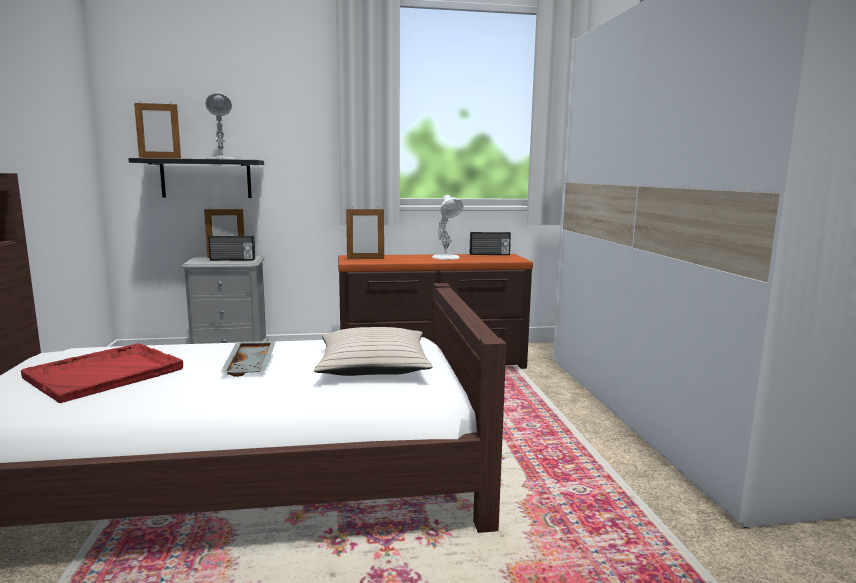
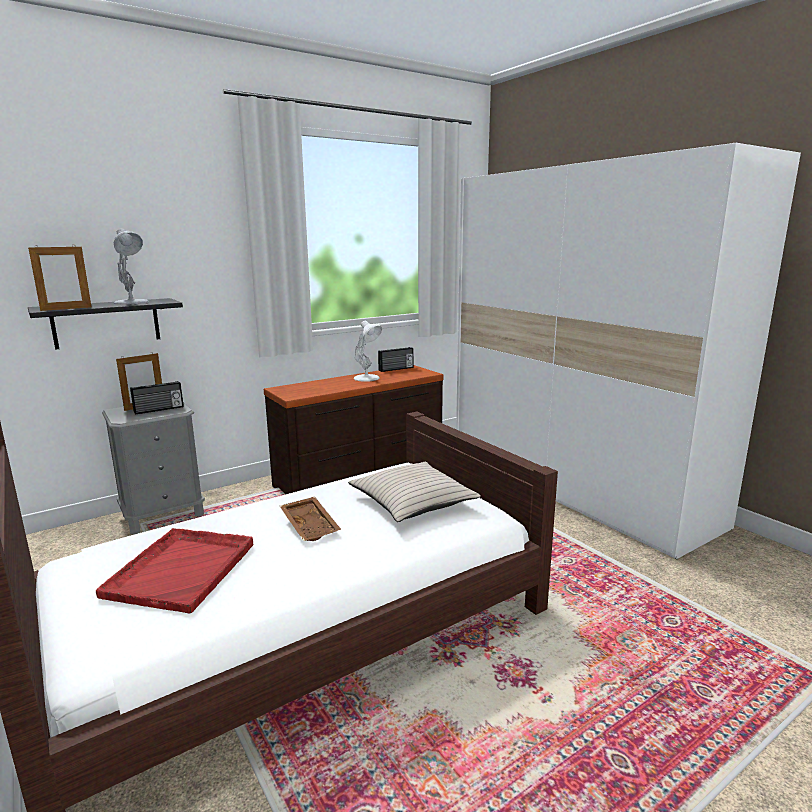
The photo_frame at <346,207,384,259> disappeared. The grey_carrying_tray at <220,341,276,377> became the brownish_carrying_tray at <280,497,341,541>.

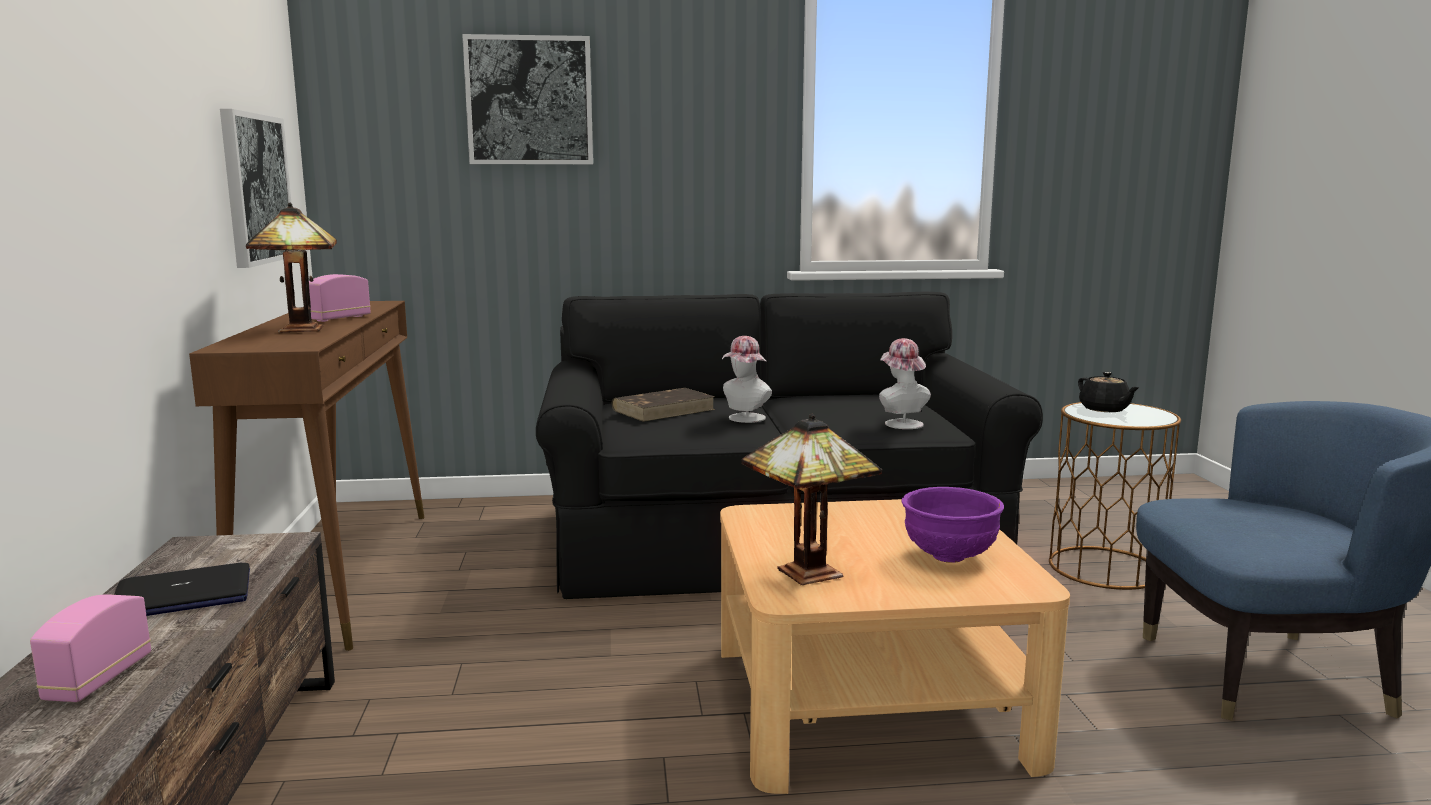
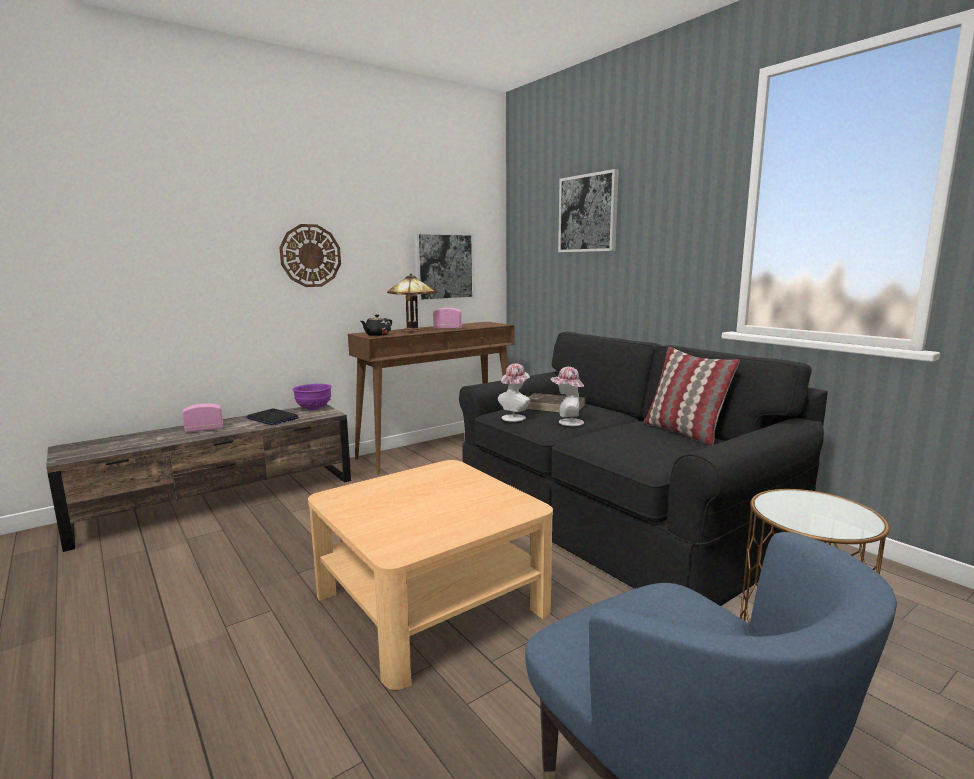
The hat moved from <879,338,931,429> to <498,363,530,422>. The black_pot_for_tea moved from <1078,372,1139,412> to <361,315,392,336>. The lamp_for_a_table at <741,414,882,585> disappeared. The purple_deep_dish moved from <901,487,1004,563> to <292,384,332,410>. The hanging_clock at <279,224,341,287> appeared. The pillow at <644,347,740,446> appeared.

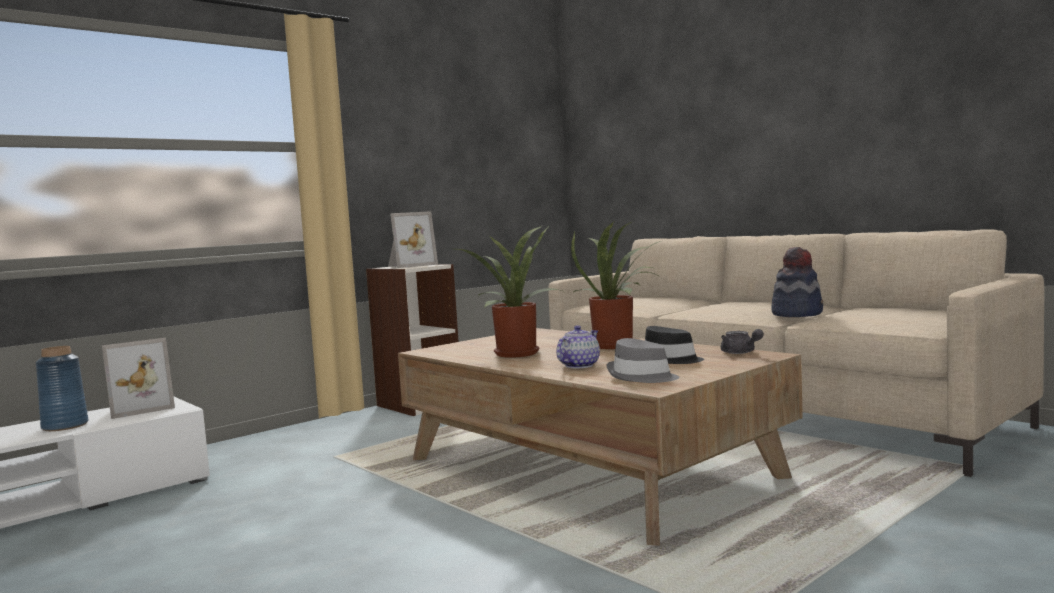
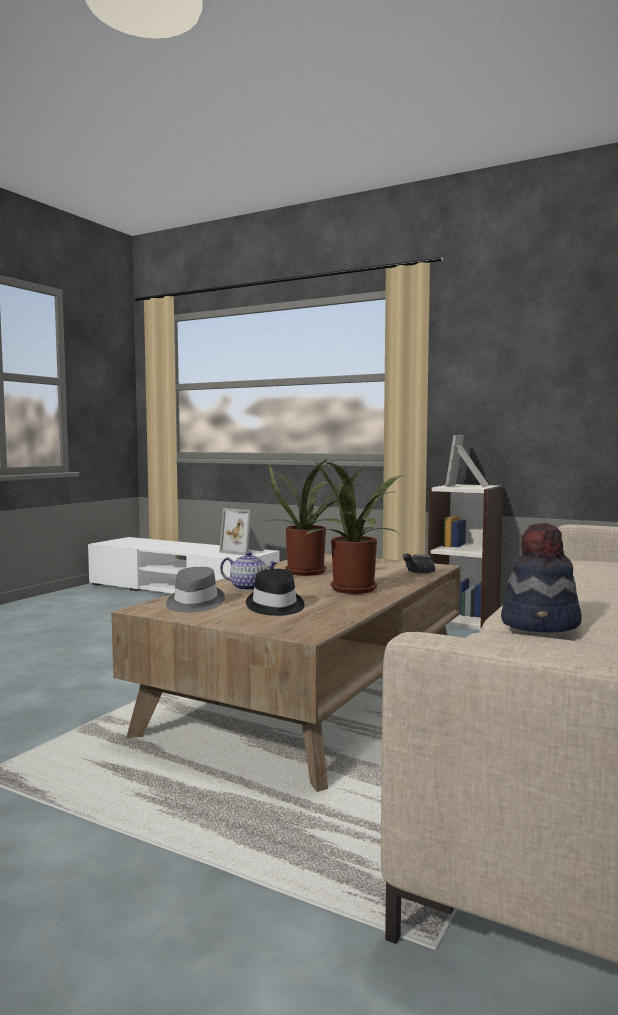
The photo_frame at <388,211,438,268> turned 75 degrees clockwise. The grey_pot_for_tea moved from <721,329,764,354> to <402,553,435,574>. The blue_vase at <35,346,88,431> disappeared.

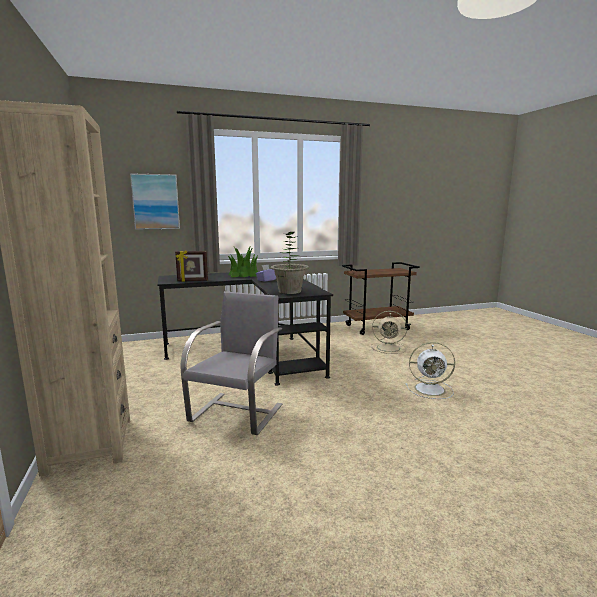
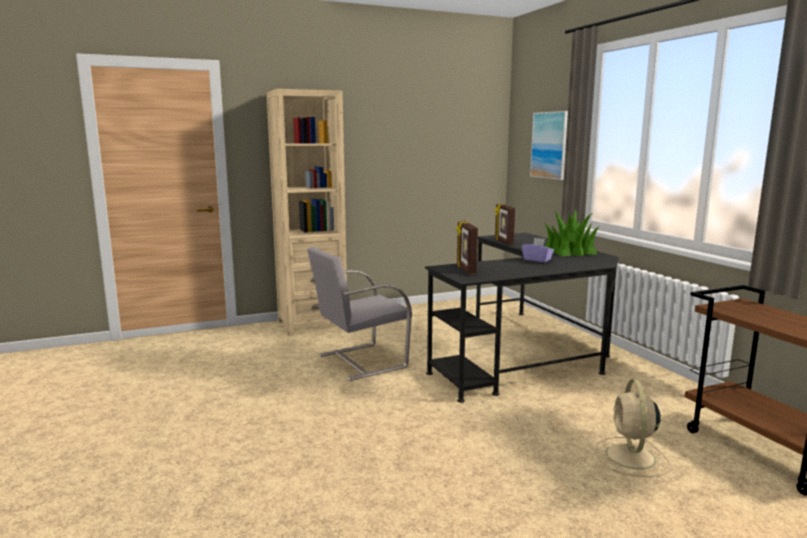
The potted_plant at <271,232,309,294> was replaced by the photo_frame at <456,221,478,274>. The grey_chair at <180,291,282,435> turned 135 degrees clockwise. The whitish_electric_fan at <406,342,455,399> disappeared.

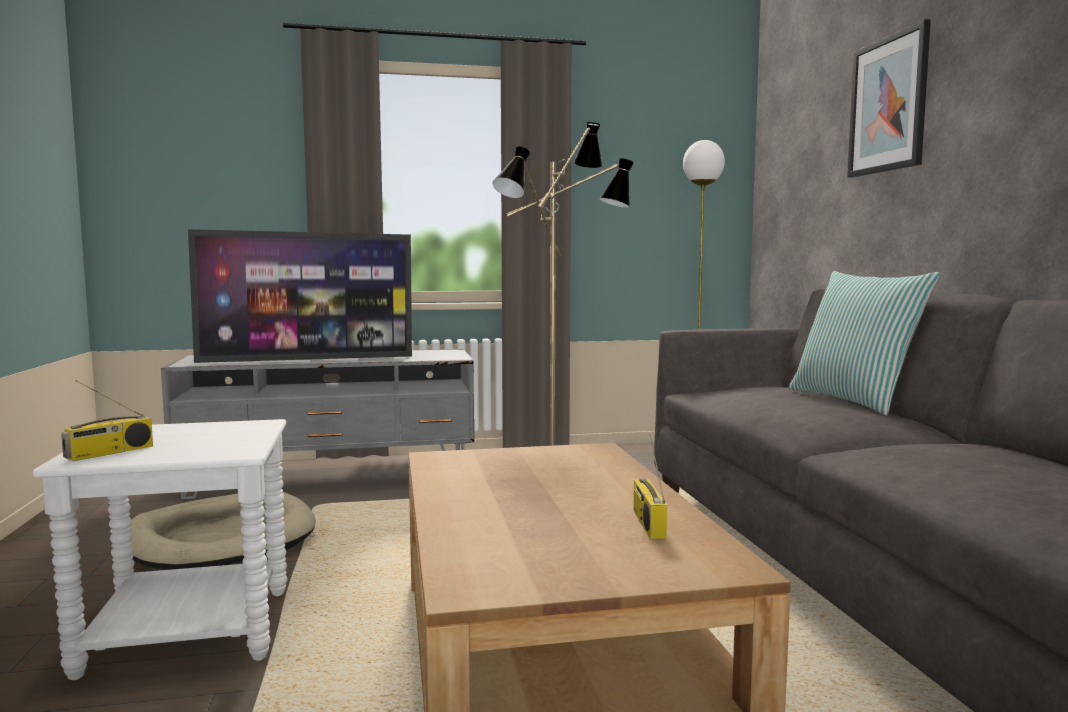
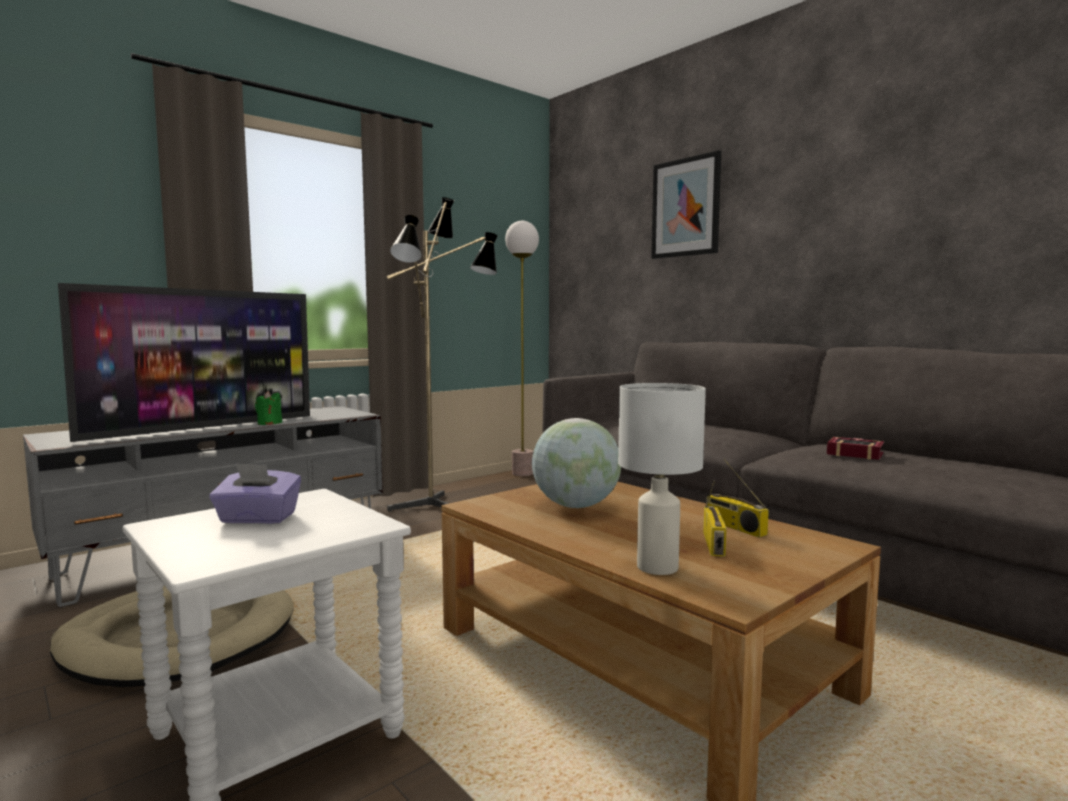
The pillow at <789,271,940,415> disappeared. The radio_receiver moved from <61,380,153,461> to <703,480,727,557>. The whitish_lamp_for_a_table at <618,383,706,575> appeared. The green-coloured_candle at <255,391,282,425> appeared. The desk_globe at <532,418,621,508> appeared. The bound_book at <827,437,884,460> appeared. The purple_box_of_tissues at <209,463,301,524> appeared.

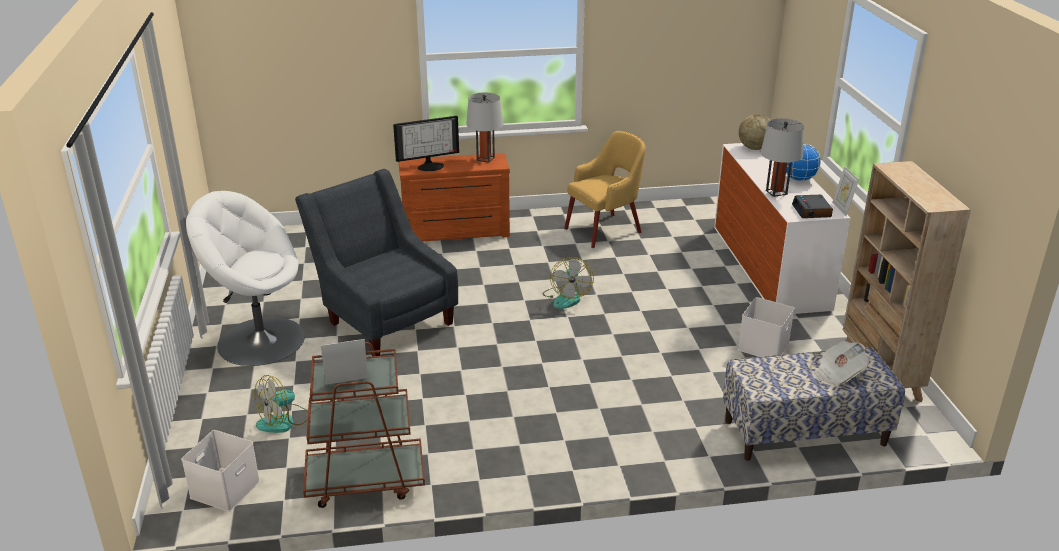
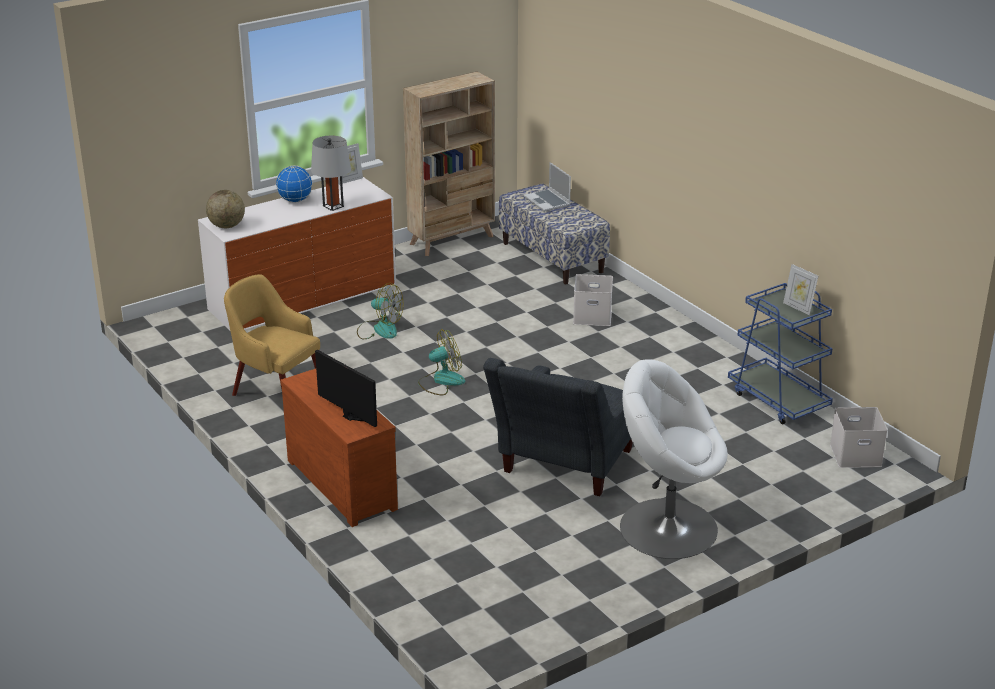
The grey_lamp_for_a_table at <466,92,503,163> disappeared. The whitish_armchair at <186,191,305,366> turned 120 degrees clockwise. The table_clock at <792,195,833,218> disappeared. The whitish_storage_bin moved from <738,297,795,357> to <573,274,613,326>. The printed_paper at <812,341,869,387> was replaced by the notebook_computer at <524,162,571,212>. The brownish_cart at <303,342,425,508> became the blue_cart at <728,283,833,424>. The electric_fan moved from <254,375,308,433> to <357,283,403,339>.

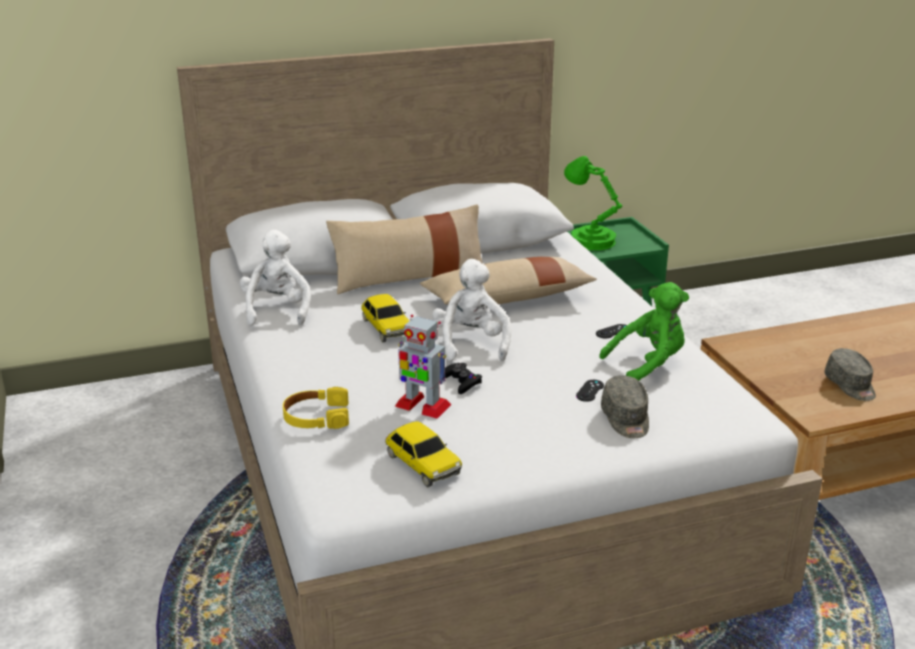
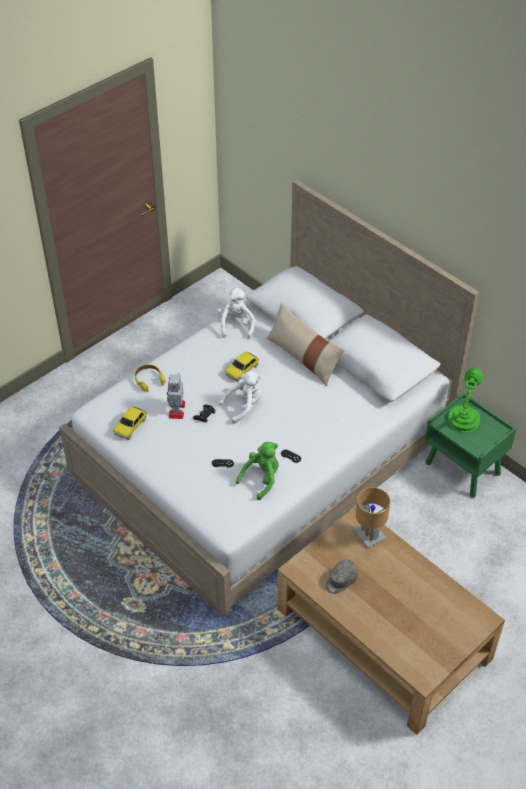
The whitish_soft_toy at <240,230,311,326> turned 60 degrees counterclockwise. The sand-coloured_pillow at <420,257,597,305> disappeared. The green-coloured_soft_toy at <599,282,689,380> turned 90 degrees counterclockwise. The grey_baseball_cap at <601,375,649,438> disappeared. The brownish_lamp_for_a_table at <353,487,390,548> appeared.

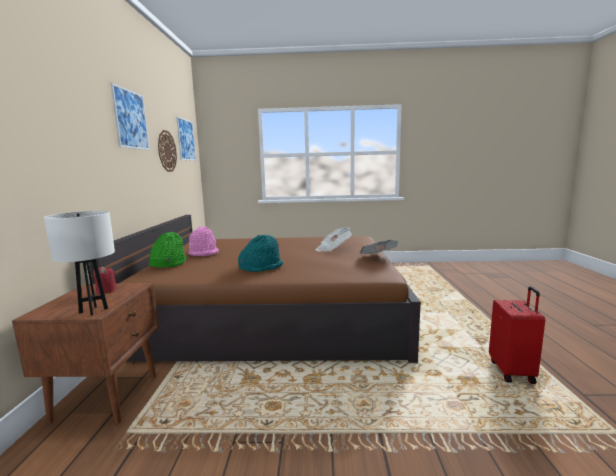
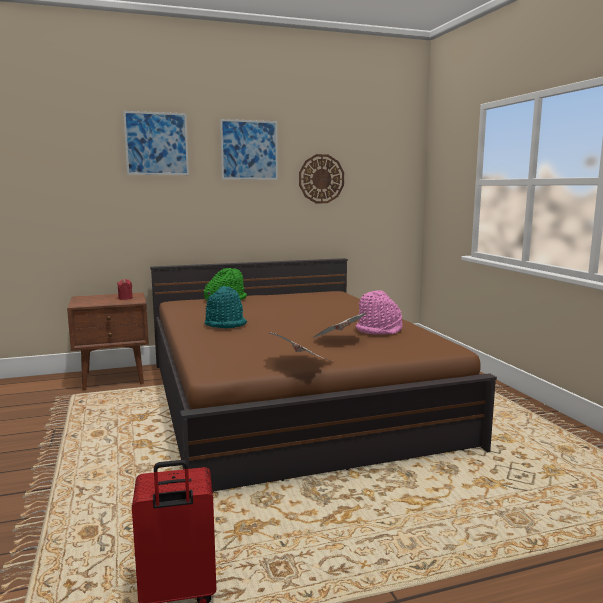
The picture moved from <176,116,196,161> to <123,111,189,175>. The whitish_lamp_for_a_table at <44,211,115,316> disappeared. The pinkish_hat moved from <188,226,219,256> to <356,290,403,335>.

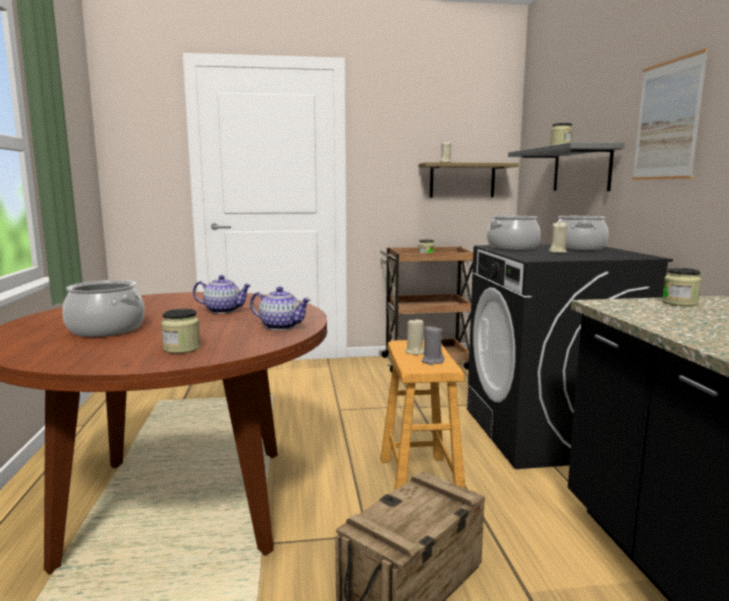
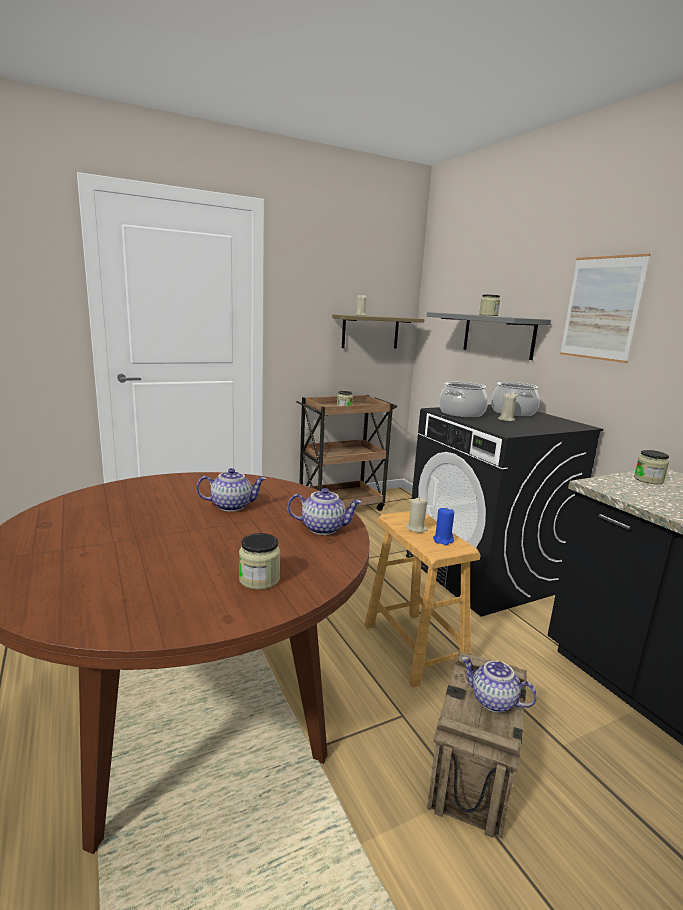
The saucepot at <62,280,145,337> disappeared. The grey_candle at <422,325,444,365> became the blue_candle at <433,507,454,546>. The pot_for_tea at <461,657,537,713> appeared.

